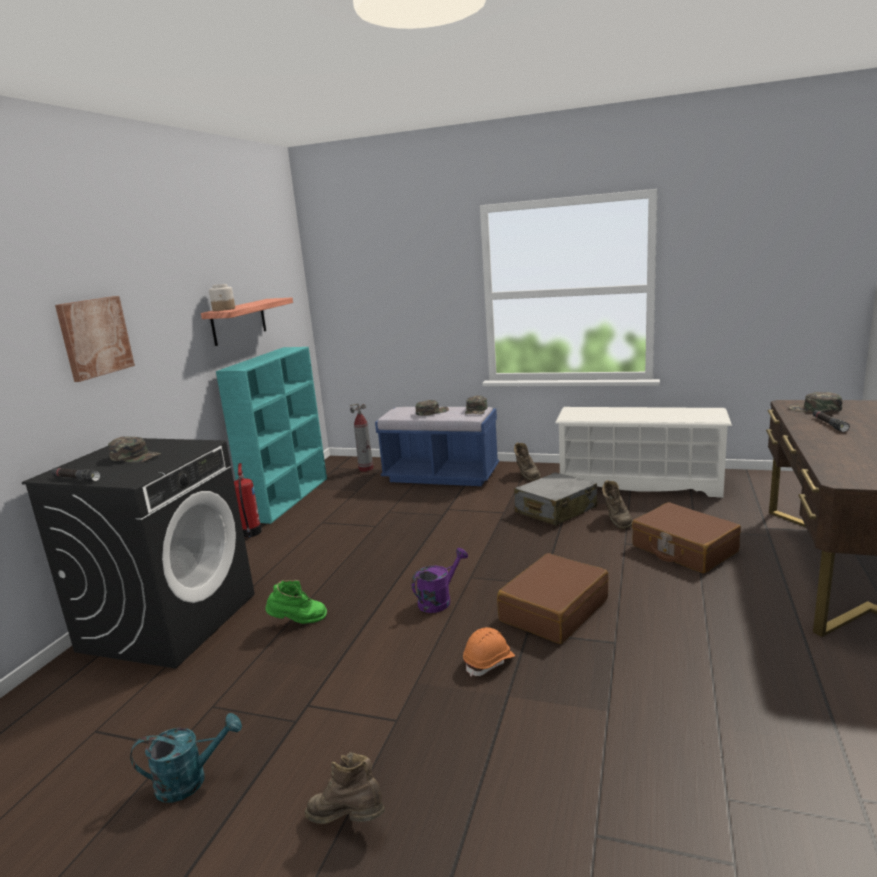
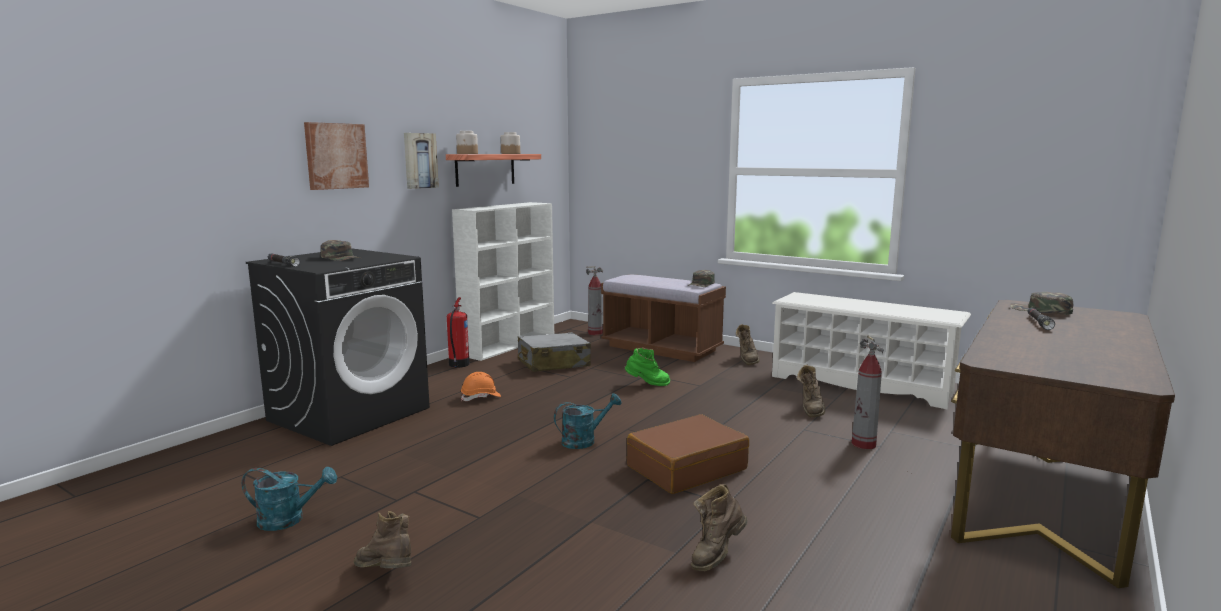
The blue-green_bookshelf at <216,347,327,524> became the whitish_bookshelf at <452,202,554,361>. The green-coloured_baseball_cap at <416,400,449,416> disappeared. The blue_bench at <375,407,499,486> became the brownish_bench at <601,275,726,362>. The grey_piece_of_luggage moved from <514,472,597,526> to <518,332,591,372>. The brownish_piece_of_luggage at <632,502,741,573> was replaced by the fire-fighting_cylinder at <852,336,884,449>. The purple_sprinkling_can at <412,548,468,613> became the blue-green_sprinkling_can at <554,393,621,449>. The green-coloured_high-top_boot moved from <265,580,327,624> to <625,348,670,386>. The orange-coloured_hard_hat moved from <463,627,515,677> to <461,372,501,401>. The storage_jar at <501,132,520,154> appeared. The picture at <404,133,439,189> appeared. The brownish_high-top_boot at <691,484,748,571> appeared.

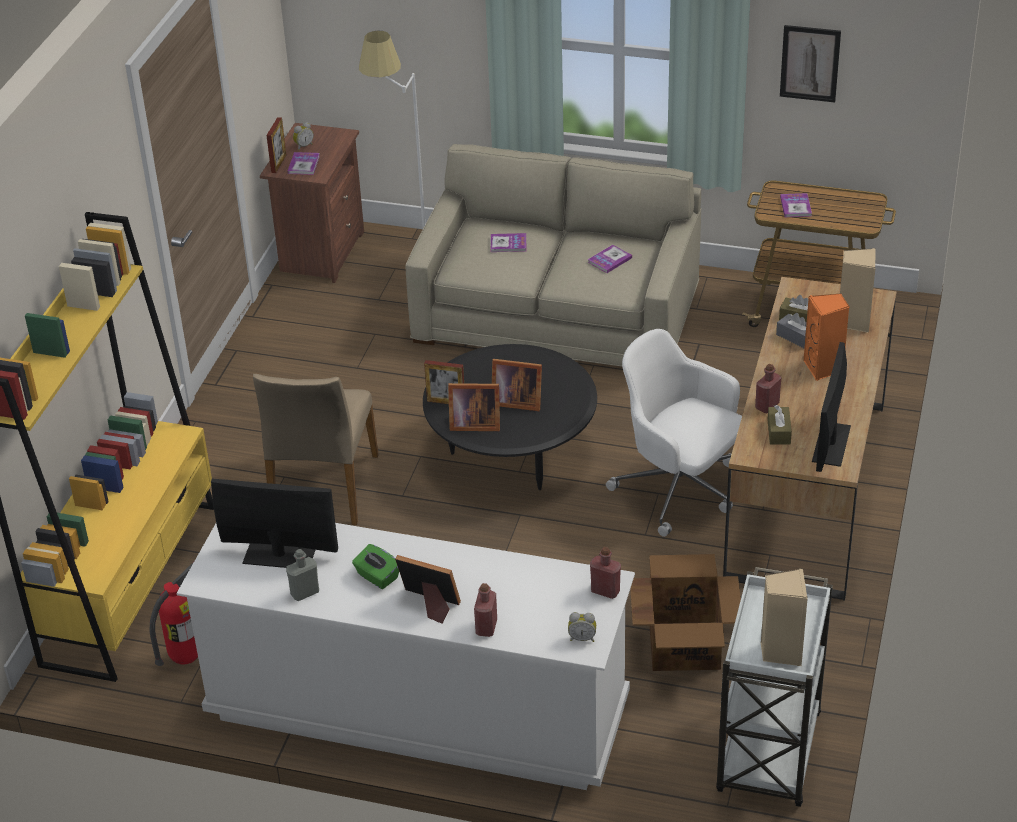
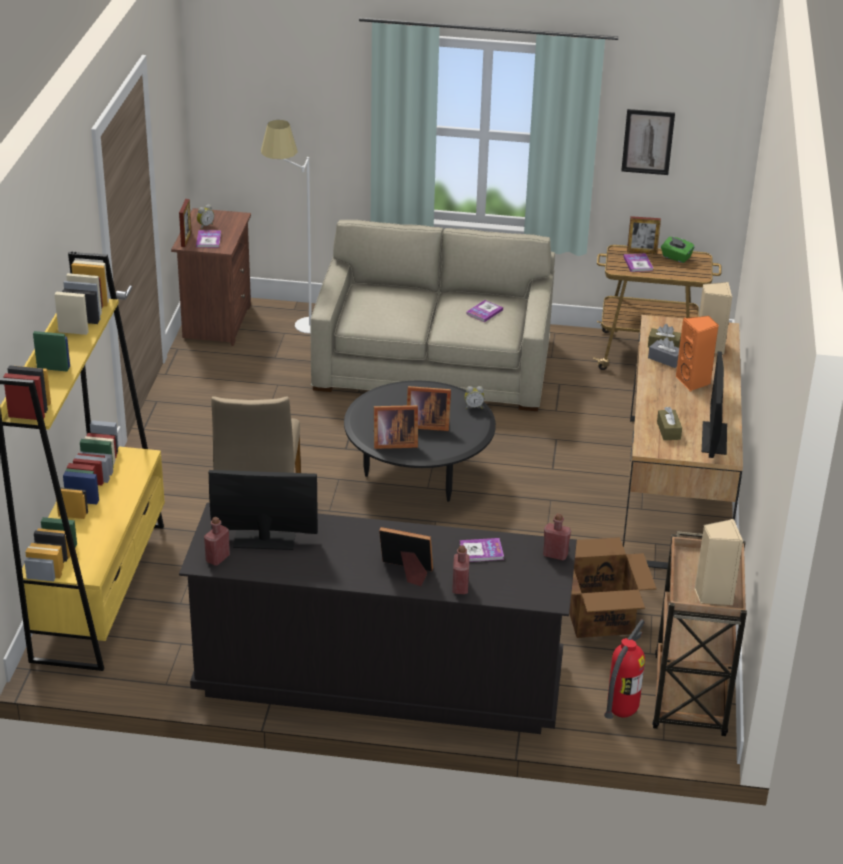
The bound_book moved from <490,233,526,252> to <460,538,504,562>. The whitish_desk_chair at <606,329,742,537> disappeared. The photo_frame moved from <424,360,464,404> to <627,216,661,254>. The red-coloured_beverage_bottle moved from <755,364,781,413> to <204,517,230,566>. The whitish_drawer_chest at <176,523,635,790> became the black_drawer_chest at <179,503,577,734>. The green-coloured_box_of_tissues moved from <352,544,399,589> to <661,237,695,263>. The grey_beverage_bottle at <286,549,319,601> disappeared. The fire-fighting_cylinder moved from <150,562,198,666> to <604,619,645,719>. The whitish_cart at <716,567,833,807> became the brownish_cart at <652,531,747,736>. The table_clock moved from <568,612,596,642> to <465,386,484,409>.

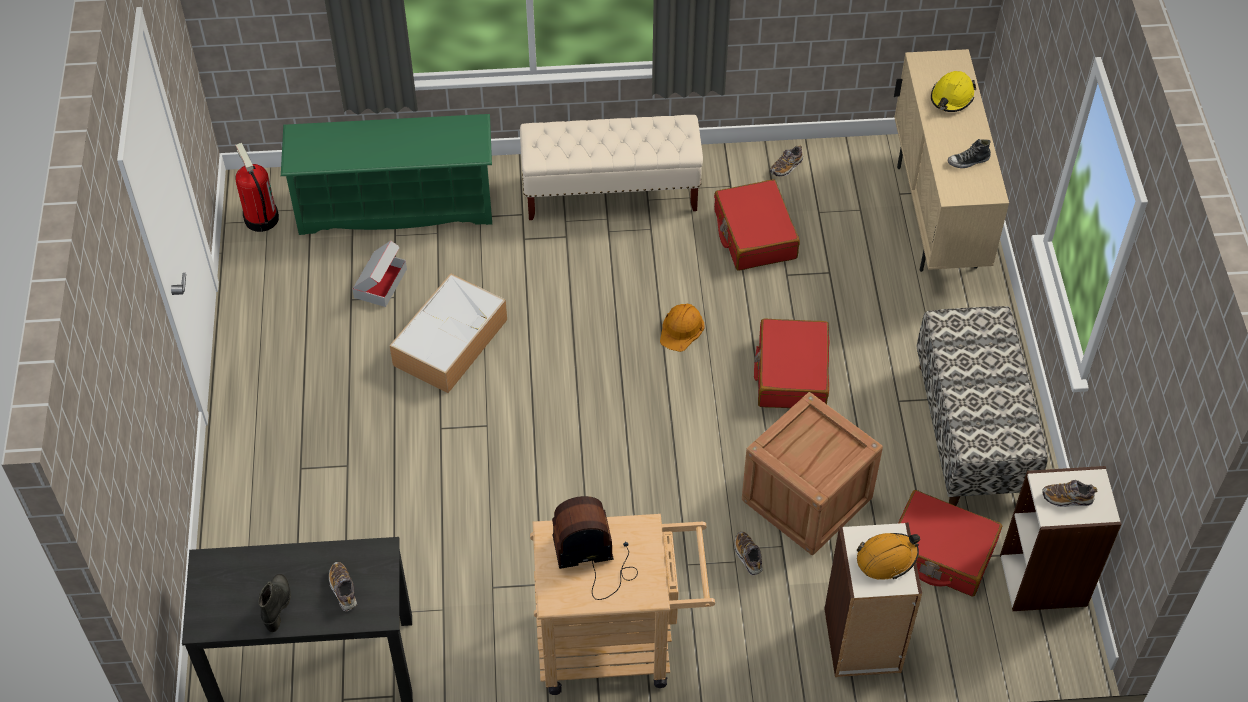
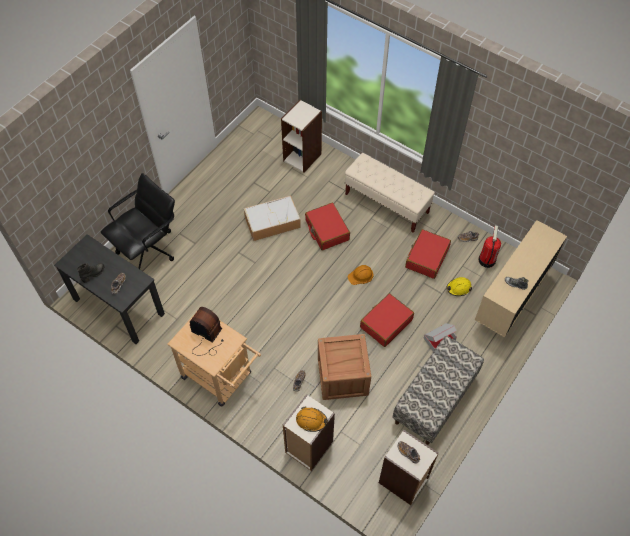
The yellow_hard_hat moved from <931,71,976,112> to <446,277,472,296>. The green-coloured_shoe_shelf at <281,114,492,235> was replaced by the bookshelf at <281,100,322,173>. The fire-fighting_cylinder moved from <235,143,279,232> to <479,226,501,268>. The carton moved from <352,240,407,307> to <424,323,457,352>. The red-coloured_piece_of_luggage moved from <898,490,1002,596> to <305,203,350,251>. The black_desk_chair at <101,173,175,271> appeared.

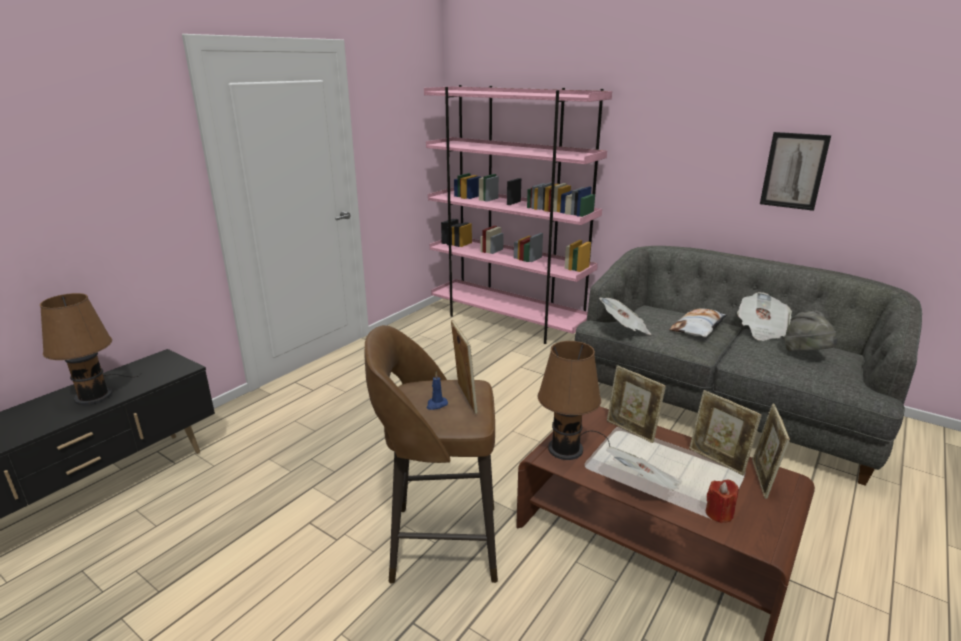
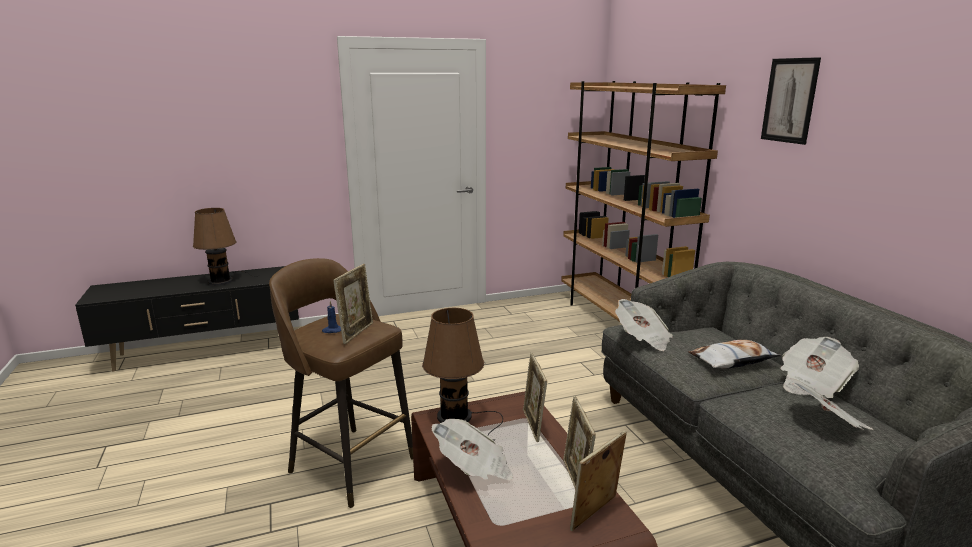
The pinkish_bookshelf at <424,85,612,344> became the brownish_bookshelf at <561,81,726,322>. The picture moved from <760,132,831,211> to <761,57,821,145>. The grey_hat at <784,311,837,351> was replaced by the printed_paper at <789,379,874,430>. The red-coloured_candle at <706,479,738,523> disappeared.

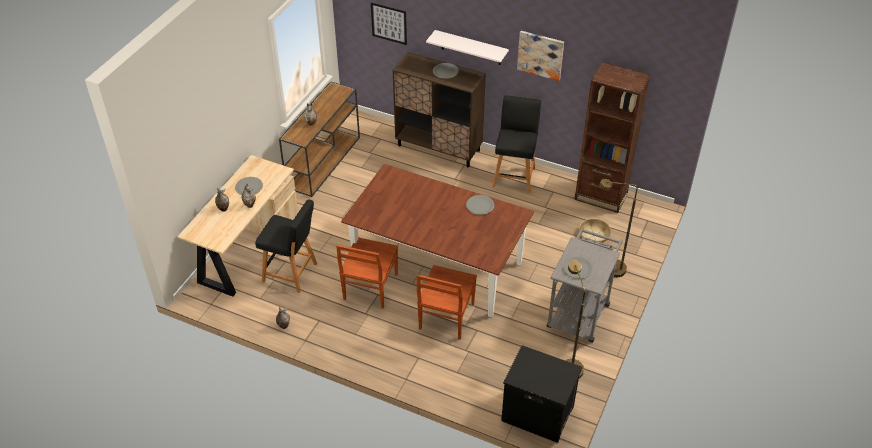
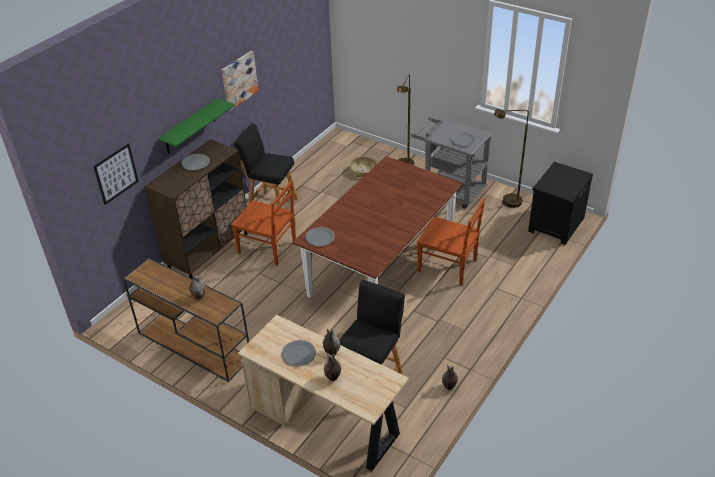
The whitish_bracket_shelf at <426,30,509,65> became the green-coloured_bracket_shelf at <158,98,235,153>. The brownish_bookshelf at <574,62,650,213> disappeared. The grey_plate moved from <466,195,494,215> to <305,227,335,247>. The brownish_chair moved from <336,237,398,308> to <231,180,296,265>.

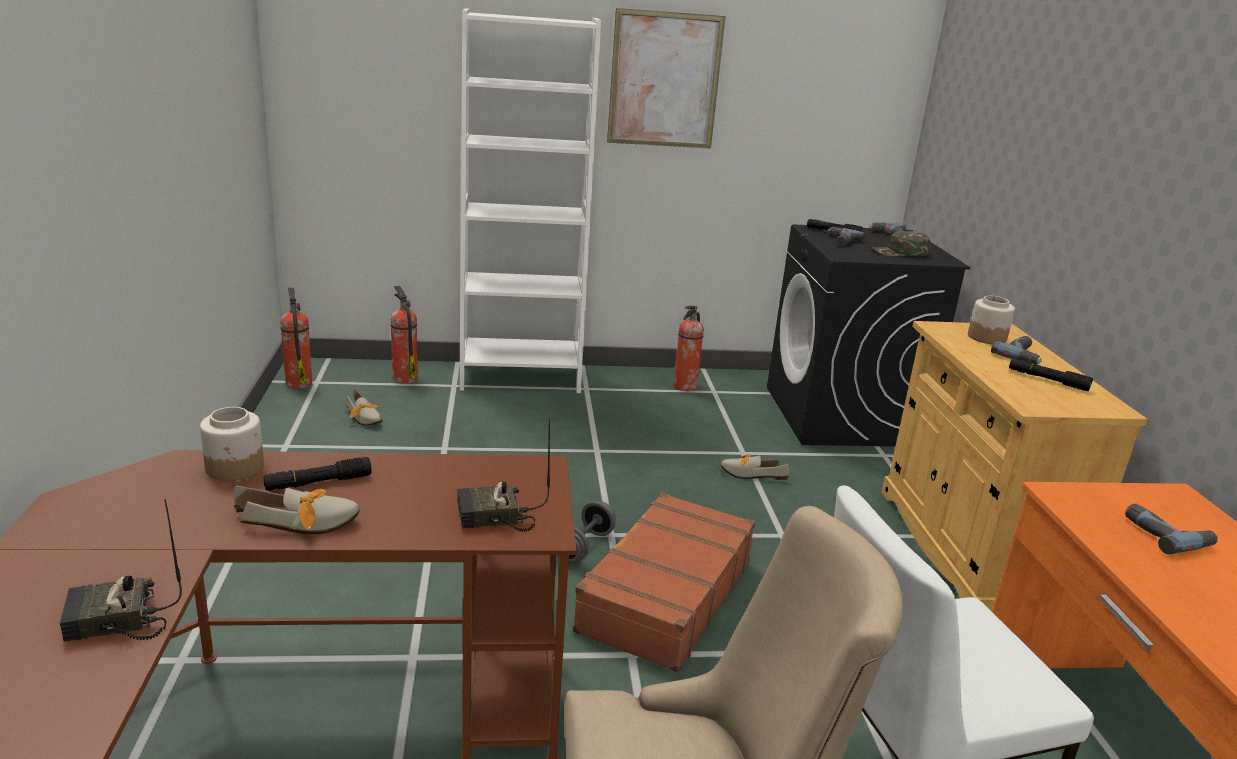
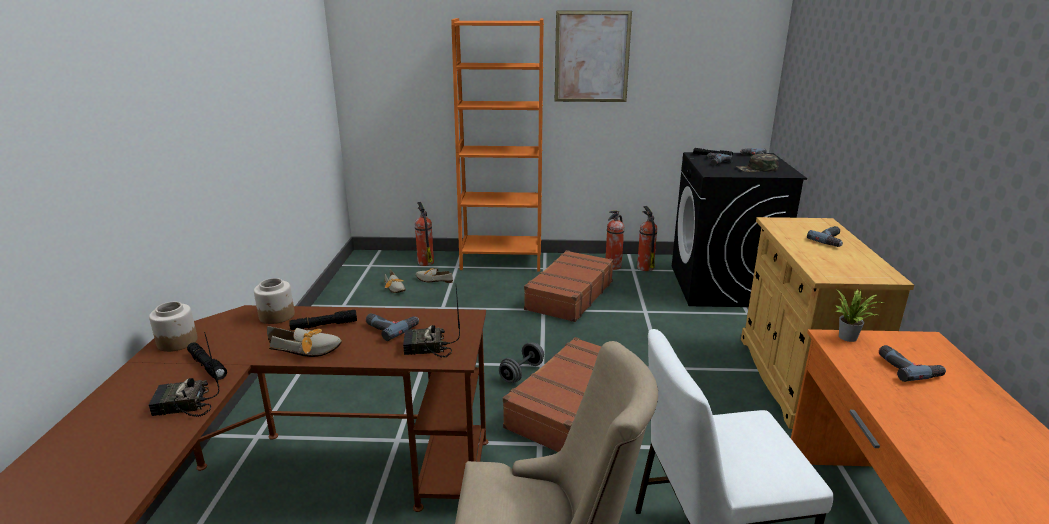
The whitish_bookshelf at <460,8,601,393> became the orange-coloured_bookshelf at <451,18,544,271>. The fire-fighting_cylinder moved from <280,287,312,389> to <637,206,657,271>. The storage_jar moved from <968,296,1015,344> to <149,302,198,352>. The black_flashlight moved from <1009,358,1093,391> to <187,342,227,380>. The item_of_footwear moved from <721,454,789,480> to <416,268,453,283>. The brownish_piece_of_luggage at <524,250,614,322> appeared. The potted_plant at <836,289,884,342> appeared. The electric_drill at <366,313,419,341> appeared.

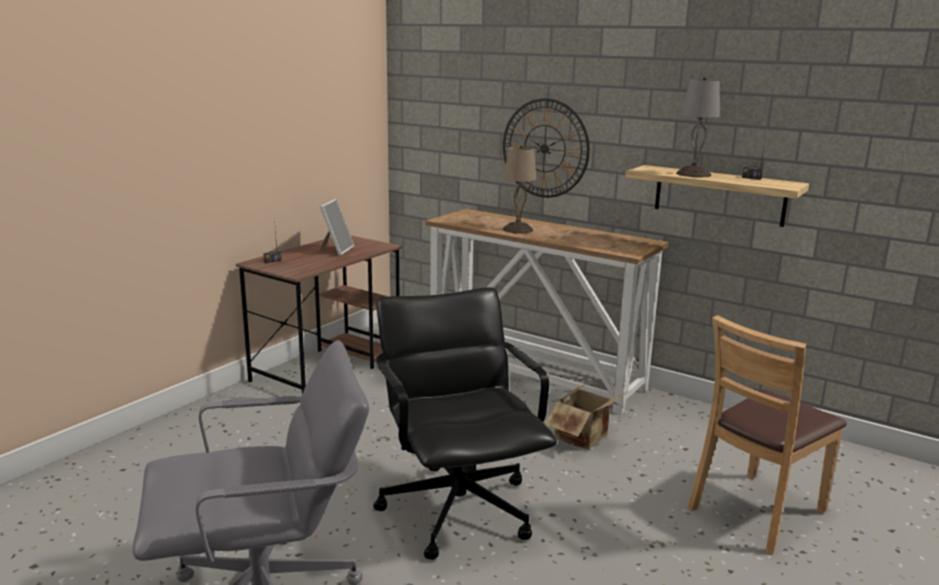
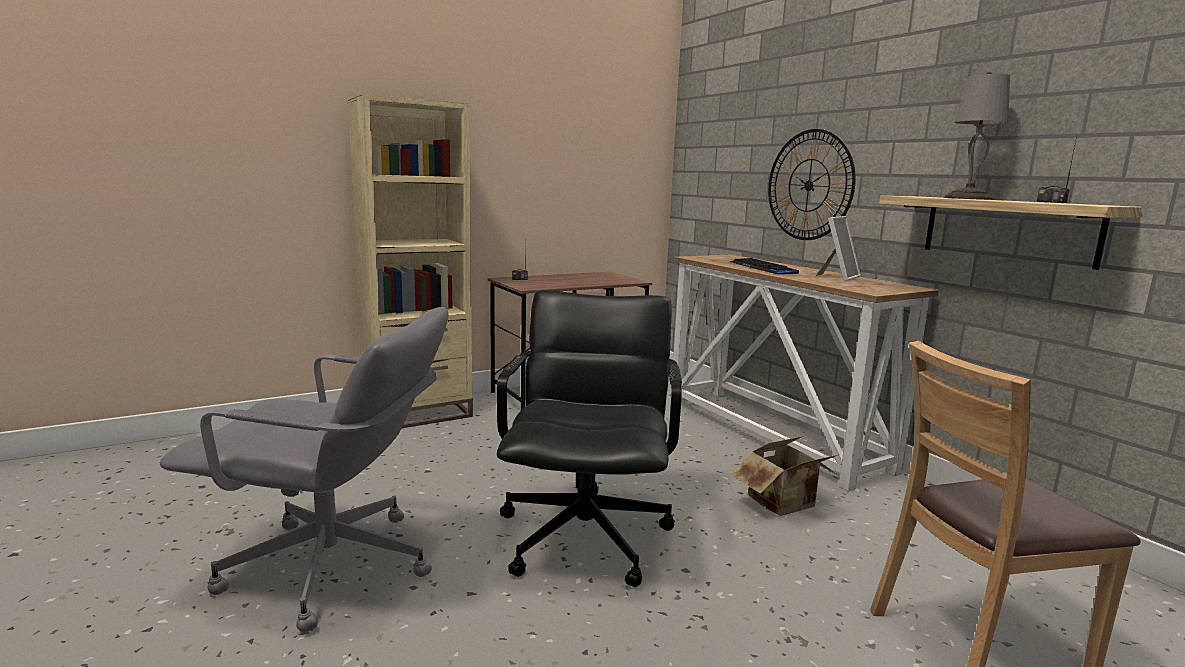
The sand-coloured_lamp_for_a_table at <503,145,536,234> was replaced by the keyboard at <730,258,799,274>. The photo_frame moved from <318,199,354,256> to <816,216,861,281>. The sand-coloured_bookshelf at <348,94,473,428> appeared.

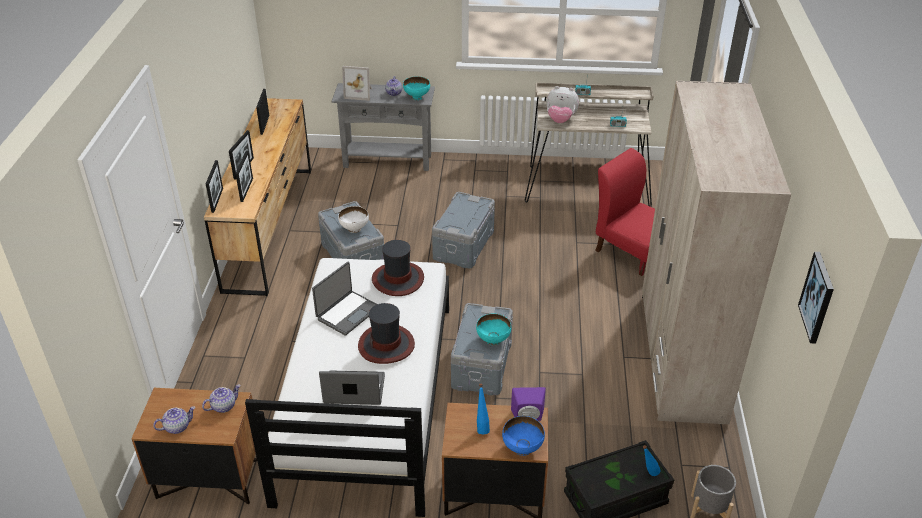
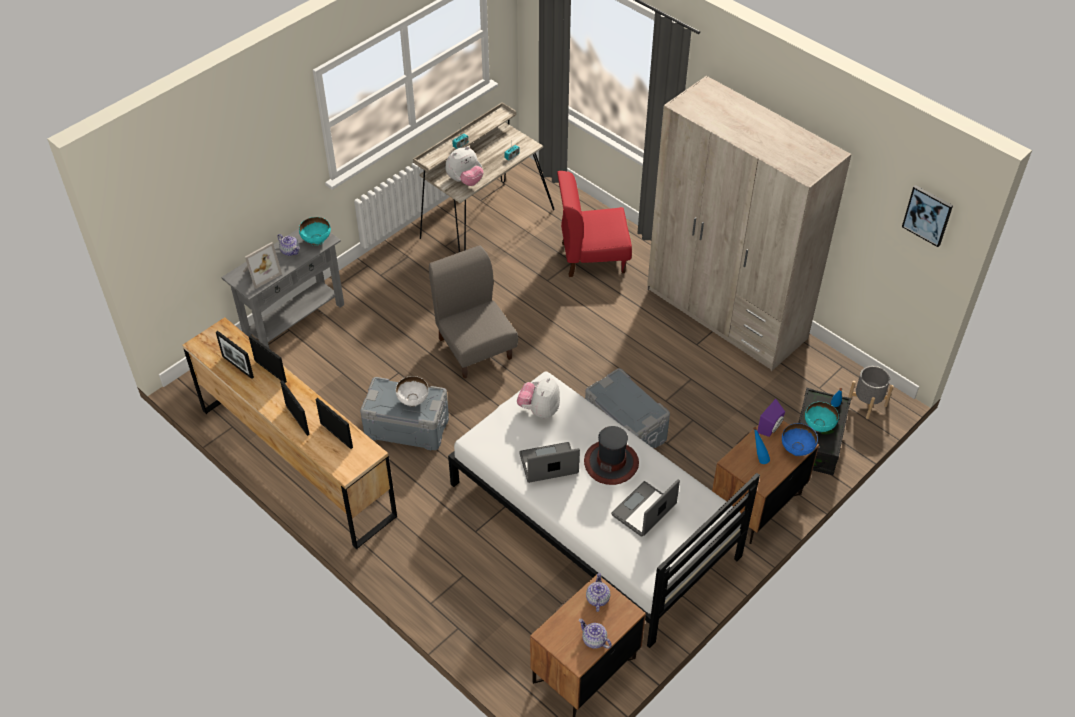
The photo_frame moved from <206,160,223,213> to <249,335,287,383>. The grey_storage_bin at <432,192,495,269> was replaced by the grey_chair at <429,245,518,379>. The hat at <372,240,424,296> was replaced by the soft_toy at <517,378,560,418>. The notebook_computer at <312,262,377,336> turned 90 degrees counterclockwise. The blue-green_deep_dish moved from <476,314,511,345> to <805,402,839,432>. The pot_for_tea at <153,406,195,434> turned 60 degrees counterclockwise.

